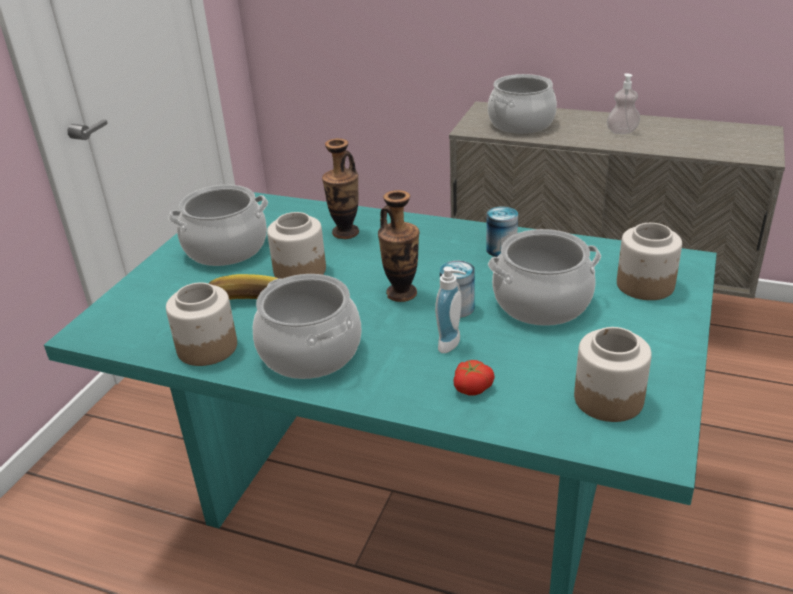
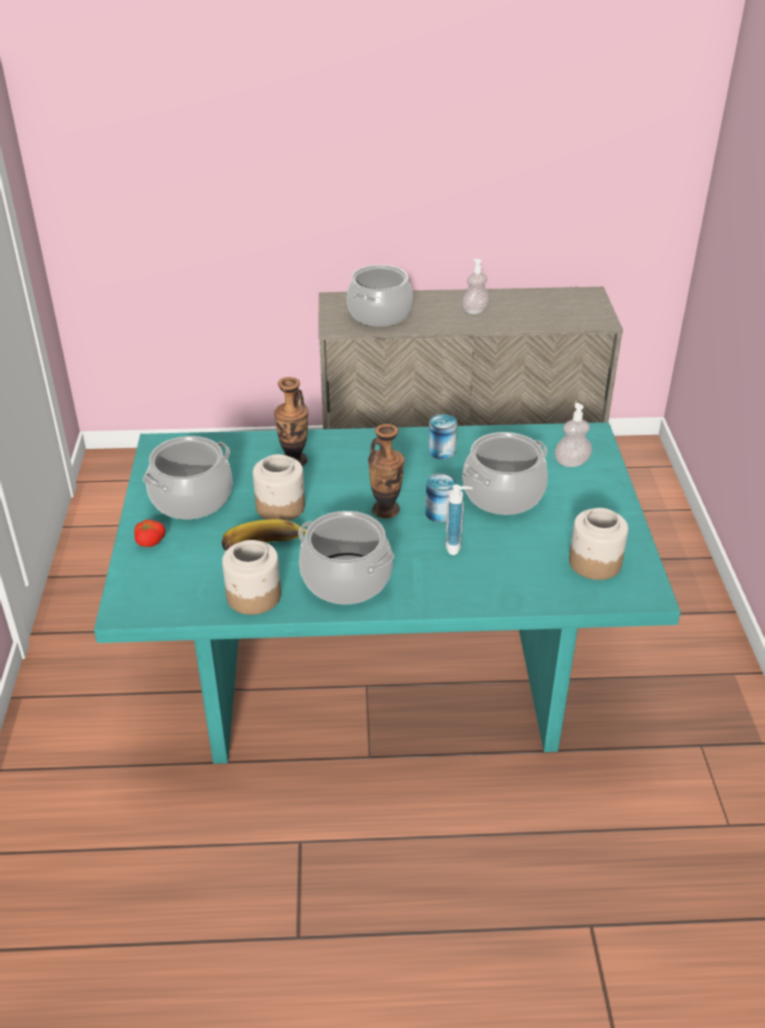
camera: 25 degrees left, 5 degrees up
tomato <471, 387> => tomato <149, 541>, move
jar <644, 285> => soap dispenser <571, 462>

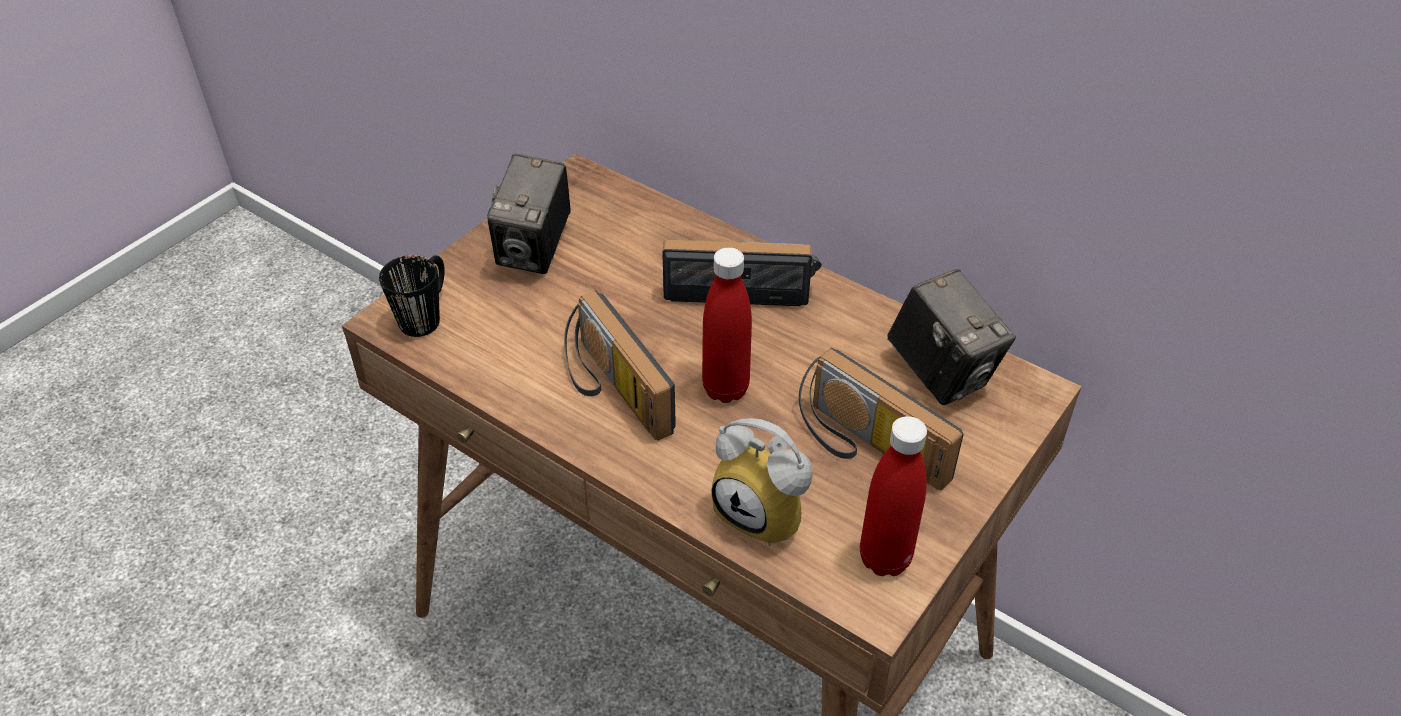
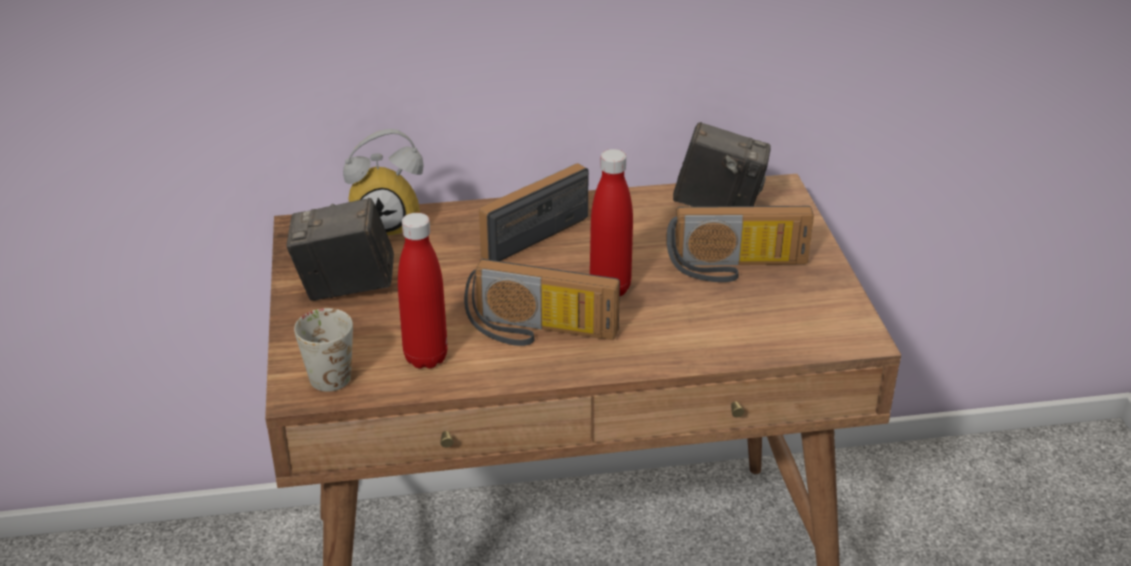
camera: 45 degrees left, 10 degrees down
black mug <426, 314> => white mug <326, 370>
photo camera <535, 250> => photo camera <346, 287>, 120 degrees clockwise
alarm clock <767, 513> => alarm clock <388, 225>, move
red bottle <884, 558> => red bottle <426, 358>, move

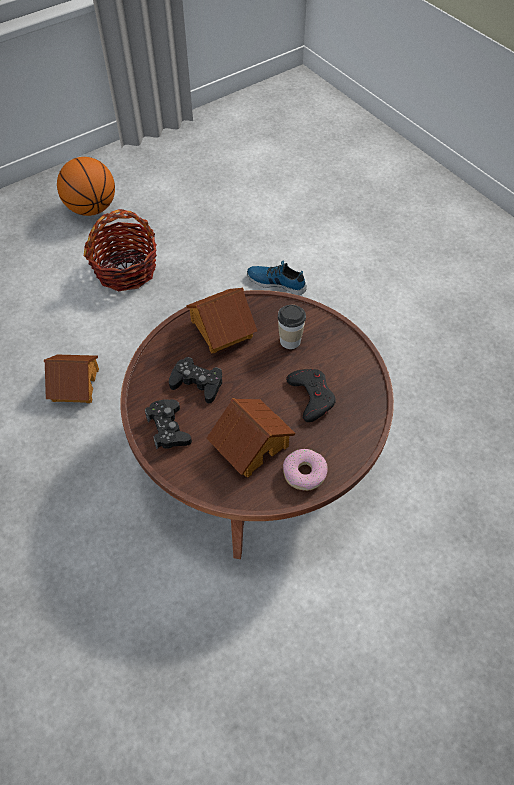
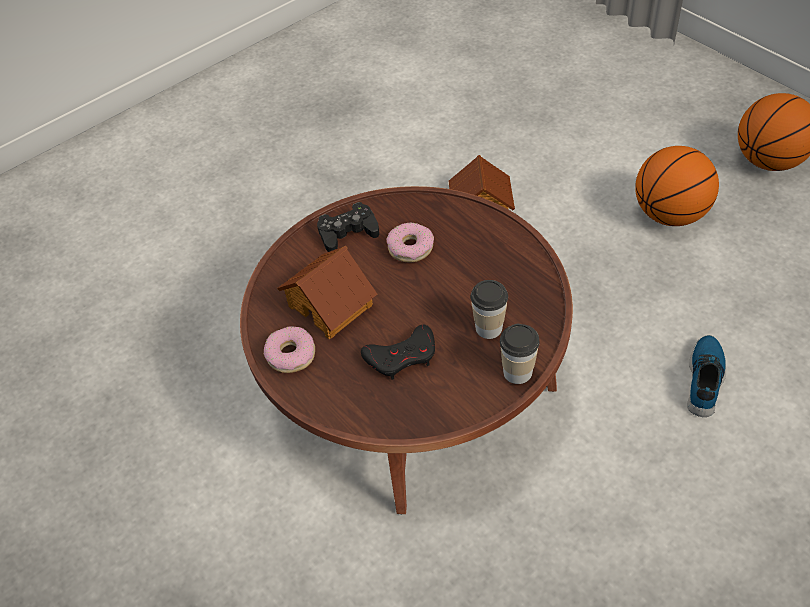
camera: 90 degrees right, 5 degrees down
basket <126, 270> => basketball <670, 214>
black game controller <197, 383> => donut <410, 247>
toy house <220, 328> => nothing
nothing => cup <517, 372>

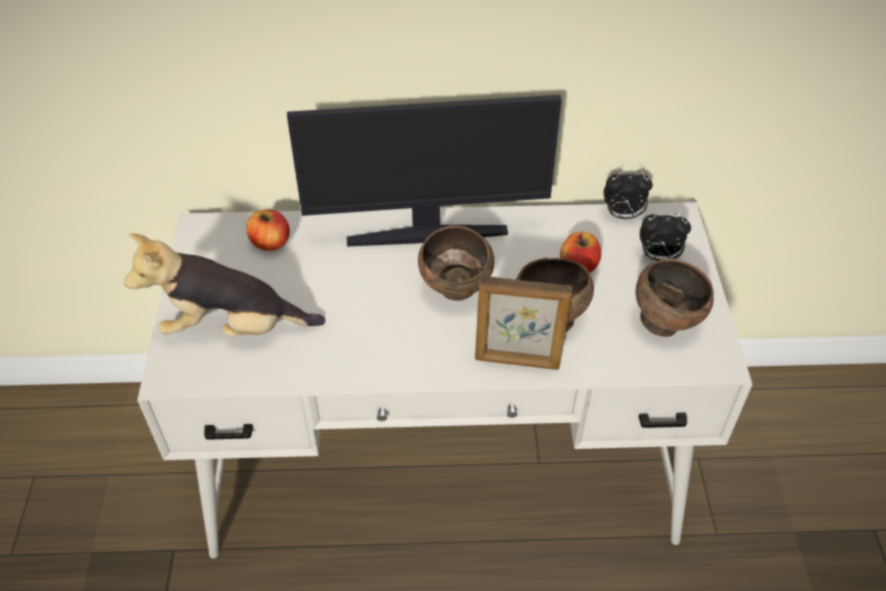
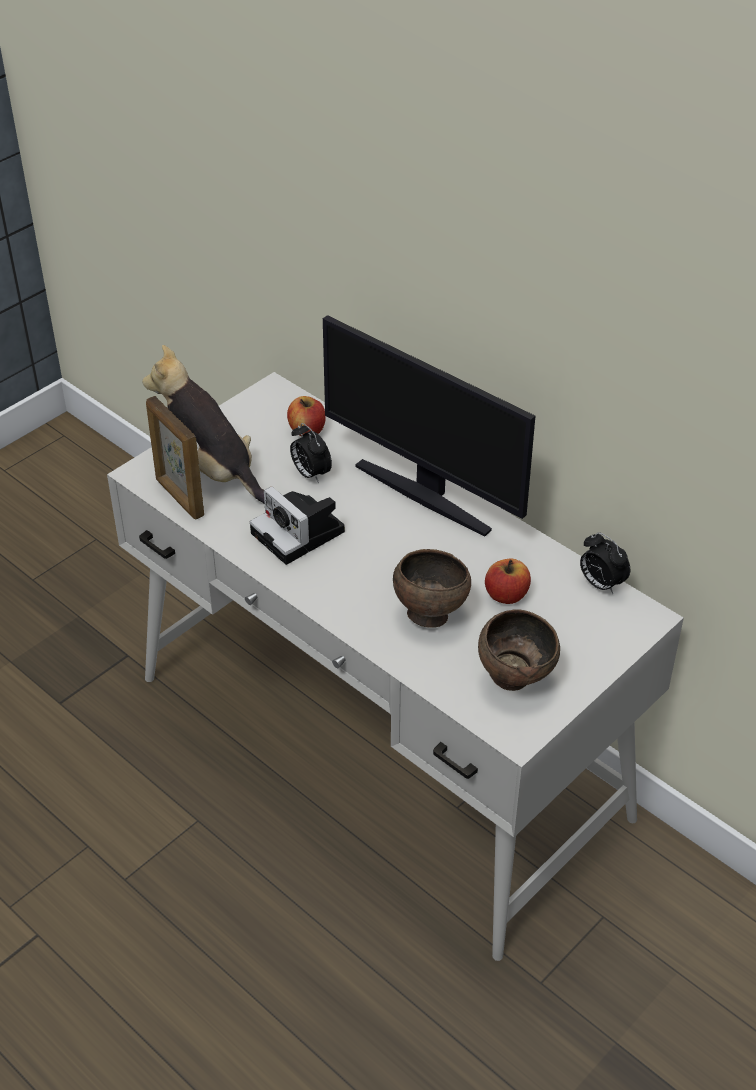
camera: 45 degrees right, 5 degrees down
brown bowl <457, 291> => nothing
picture frame <517, 361> => picture frame <179, 497>, move
alarm clock <658, 256> => alarm clock <310, 474>, move
nothing => photo camera <301, 534>

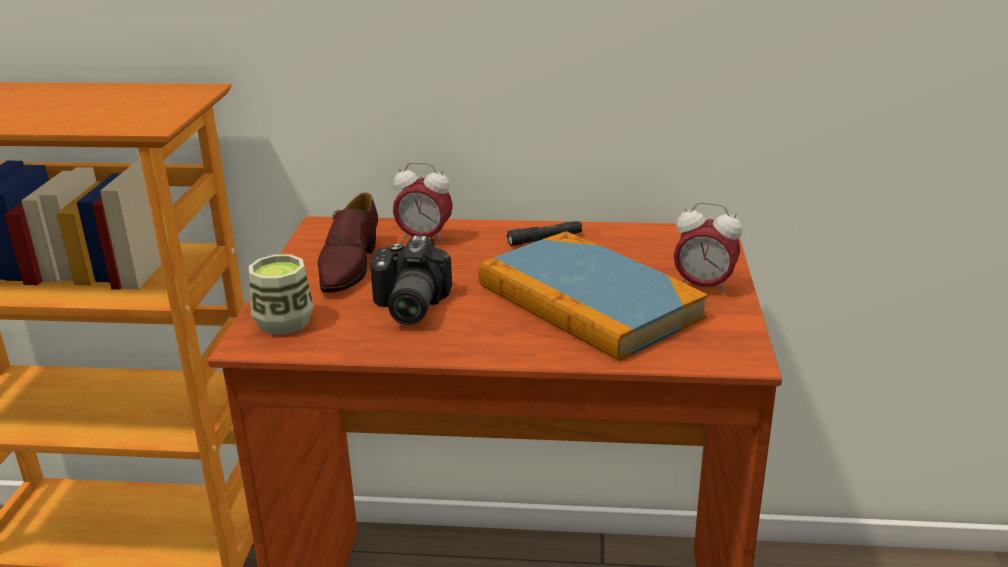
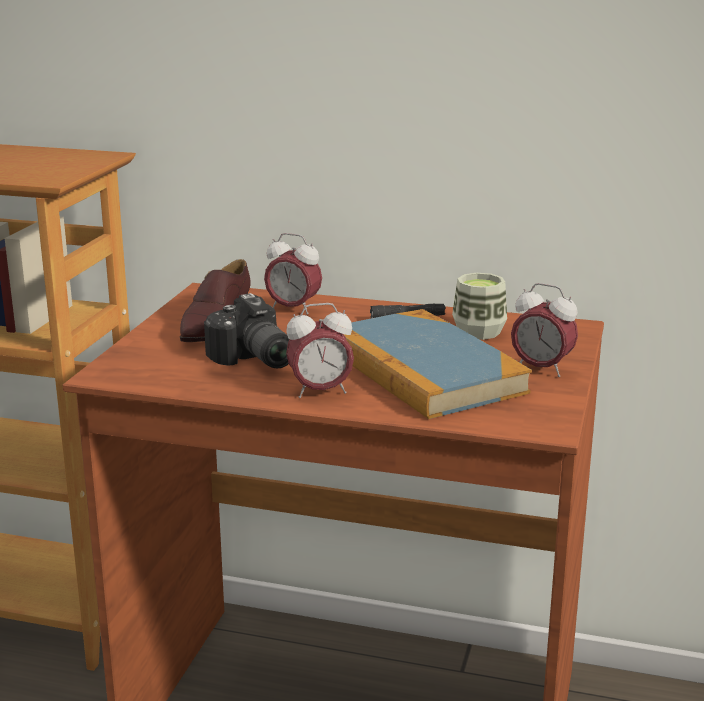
camera: 10 degrees right, 5 degrees down
cup <284, 323> => cup <478, 332>, move
photo camera <406, 307> => photo camera <252, 360>, 45 degrees counterclockwise
nothing => alarm clock <320, 391>

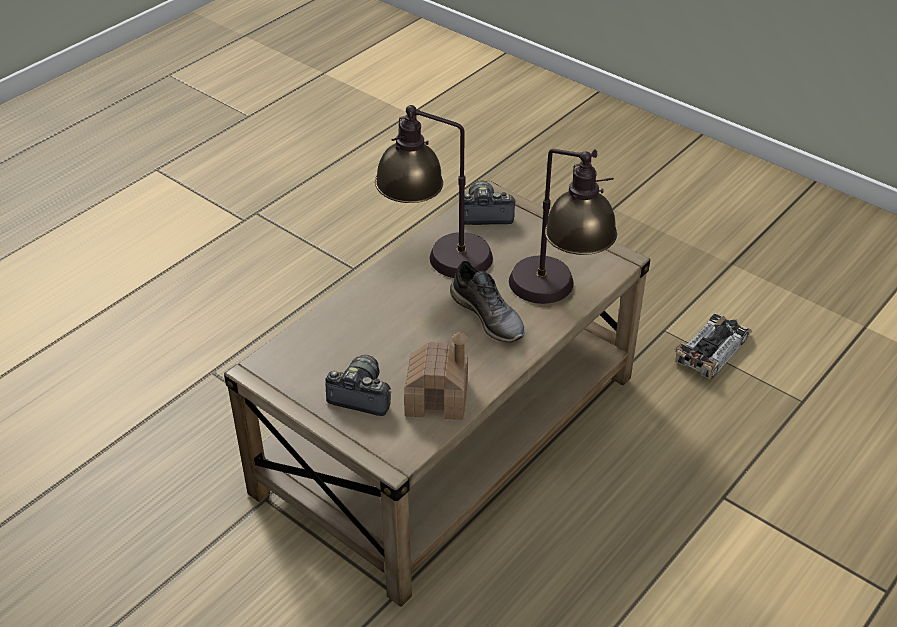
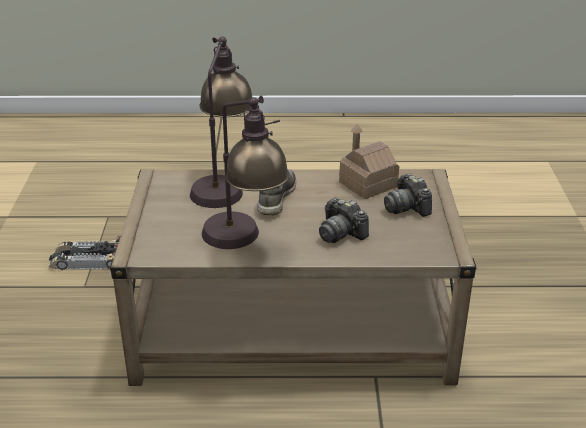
camera: 130 degrees left, 10 degrees down
photo camera <485, 214> => photo camera <341, 233>, move

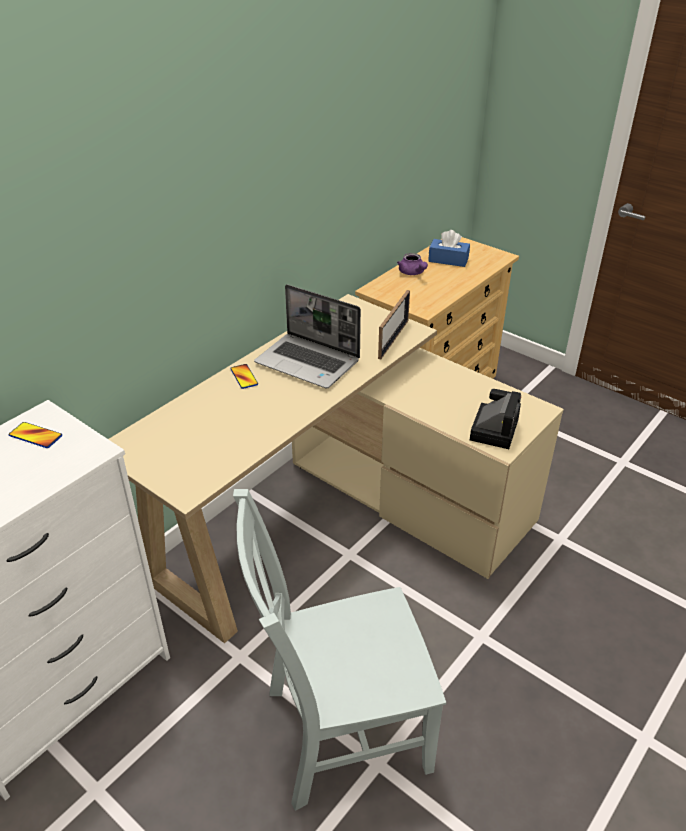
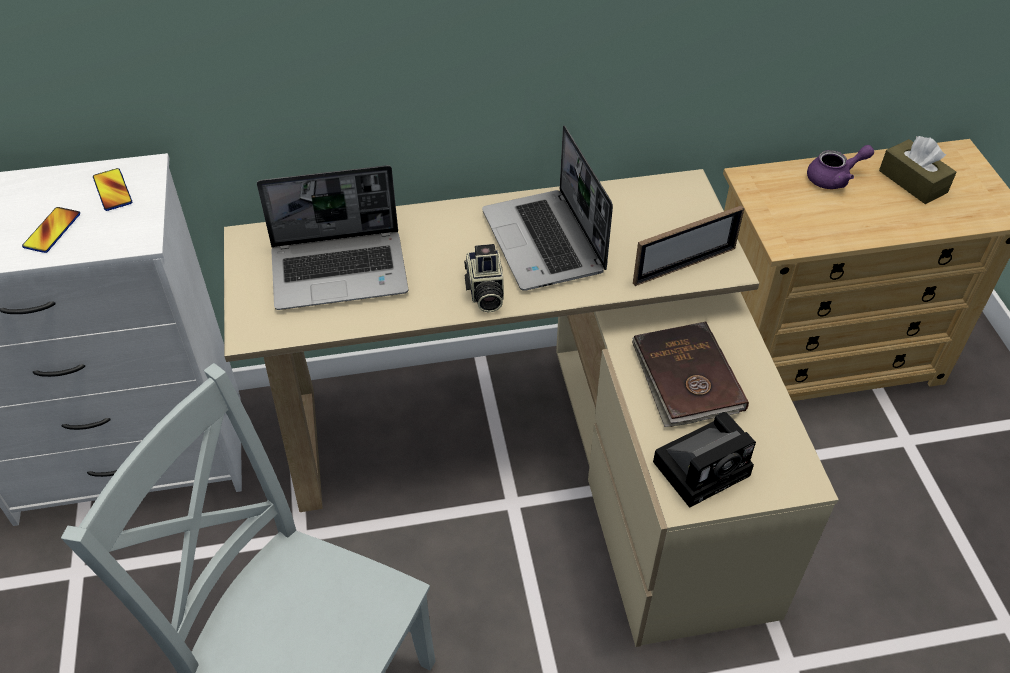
camera: 40 degrees right, 10 degrees up
phone <244, 377> => phone <52, 231>, move
purple teapot <412, 273> => purple teapot <834, 178>, 120 degrees counterclockwise
blue tissue box <448, 260> => brown tissue box <912, 181>
nothing => laptop <341, 271>
nothing => photo camera <484, 292>
nothing => brown book <686, 378>

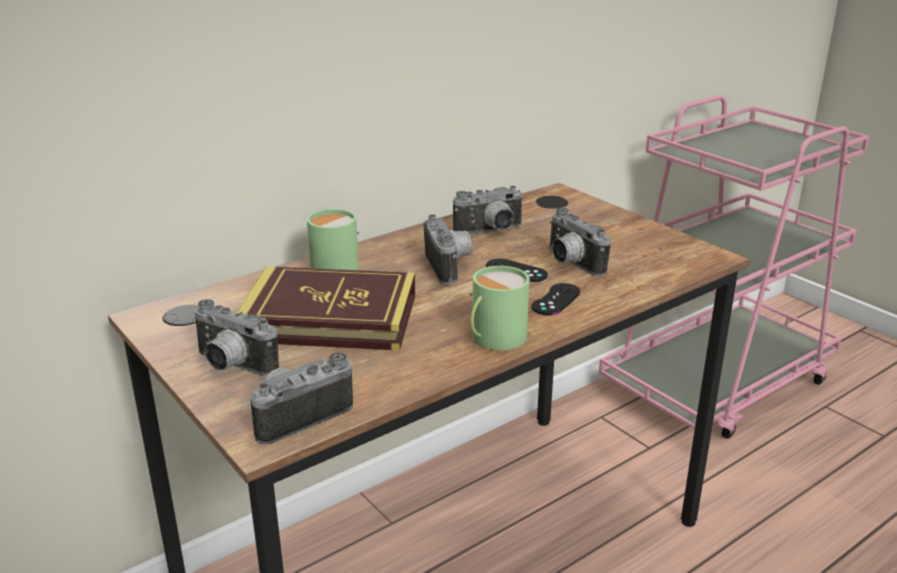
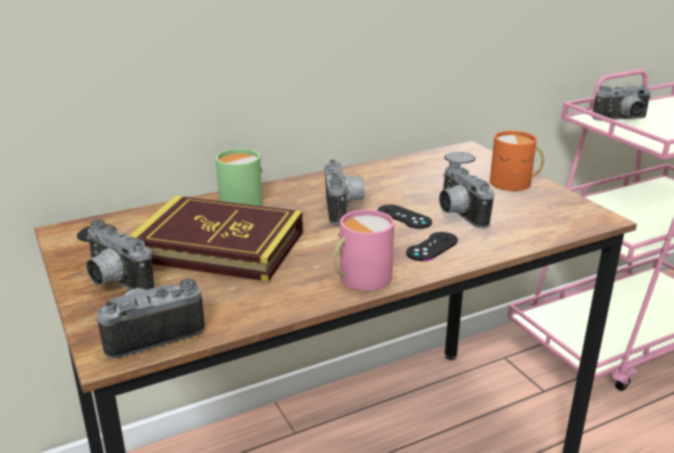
camera: 10 degrees right, 0 degrees up
photo camera <491, 232> => photo camera <622, 120>, move
green mug <494, 338> => pink mug <360, 278>
nothing => orange mug <515, 183>

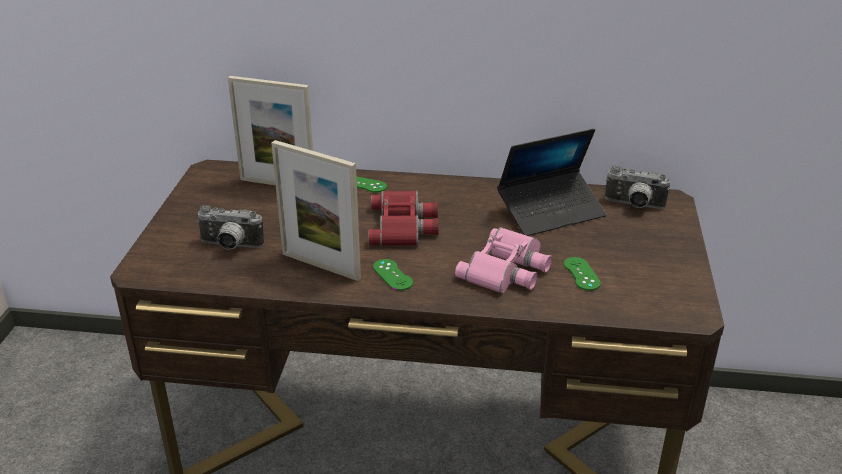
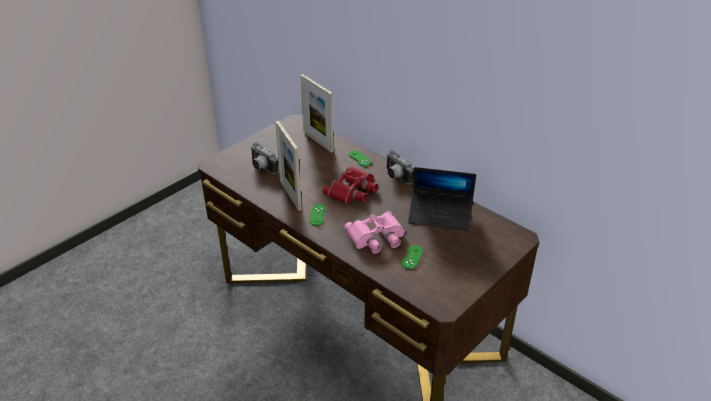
camera: 35 degrees right, 5 degrees up
photo camera <634, 206> => photo camera <396, 177>, move

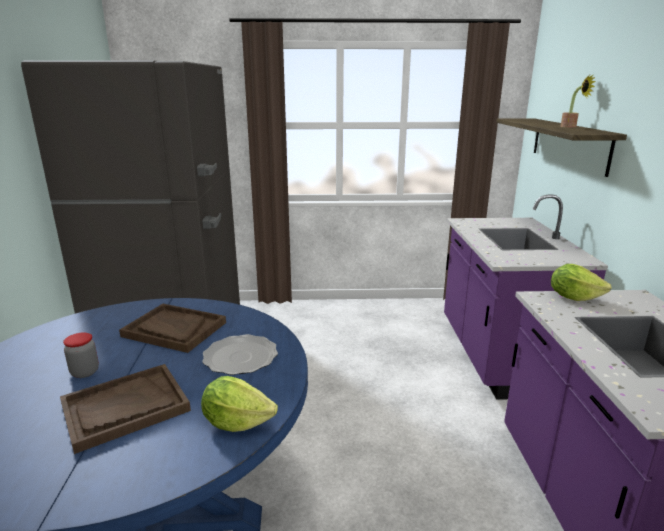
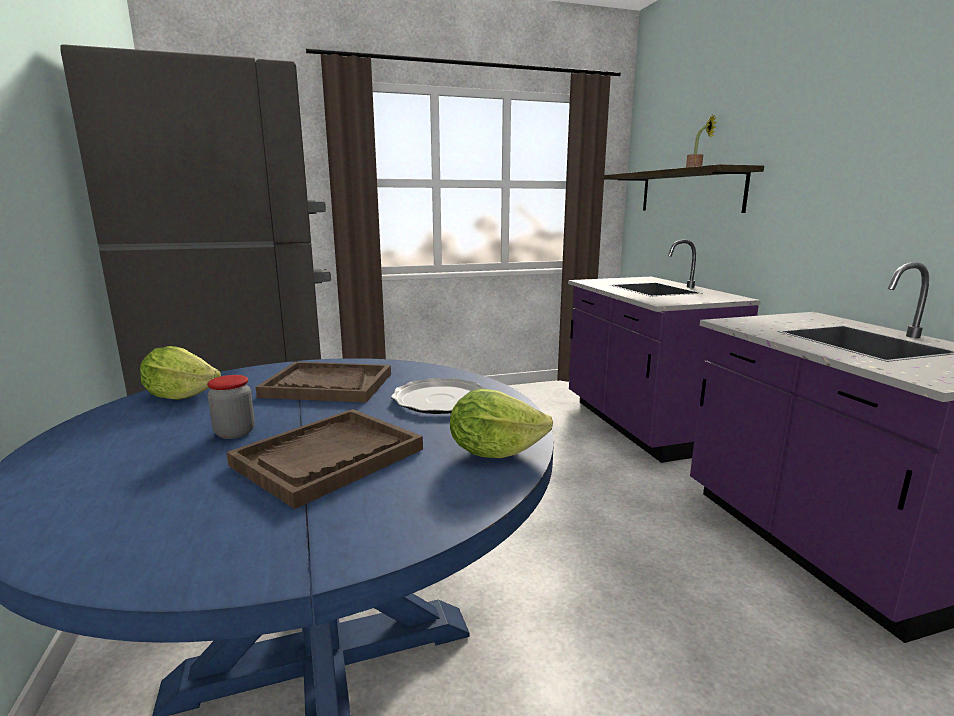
camera: 15 degrees left, 5 degrees down
lettuce <573, 297> => lettuce <181, 395>, move

